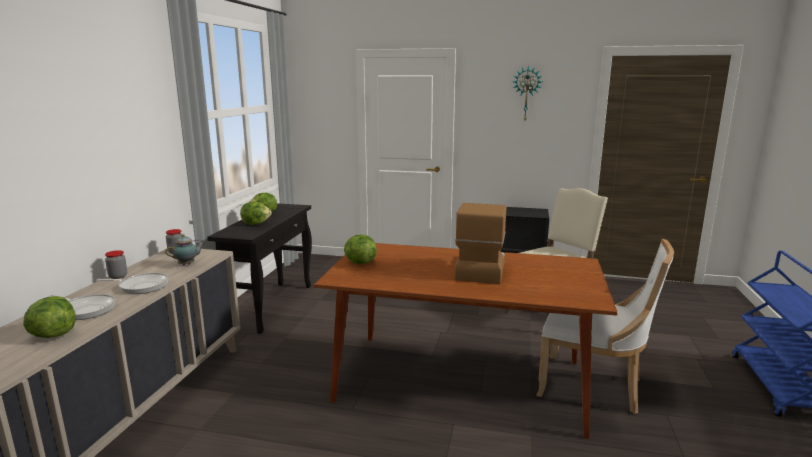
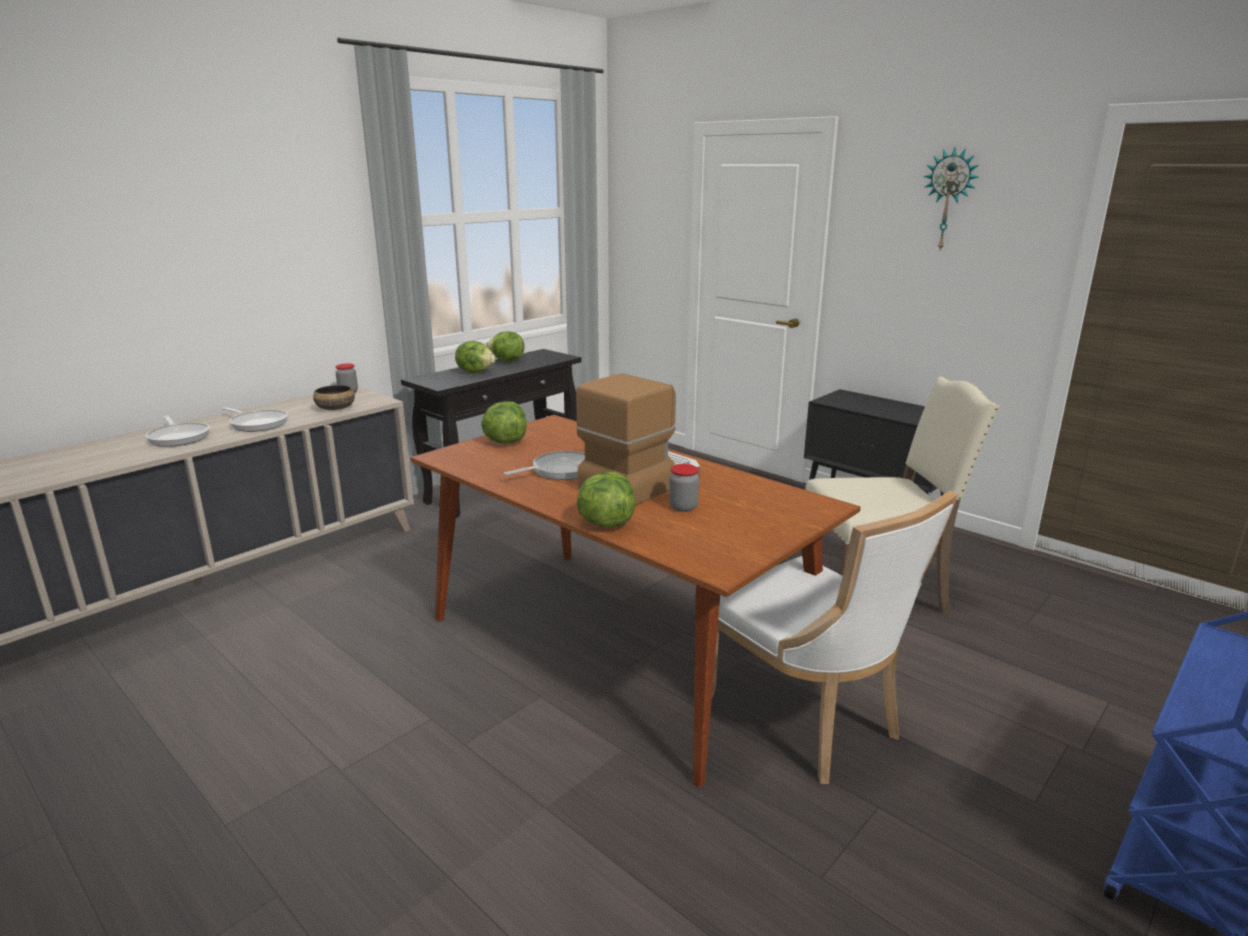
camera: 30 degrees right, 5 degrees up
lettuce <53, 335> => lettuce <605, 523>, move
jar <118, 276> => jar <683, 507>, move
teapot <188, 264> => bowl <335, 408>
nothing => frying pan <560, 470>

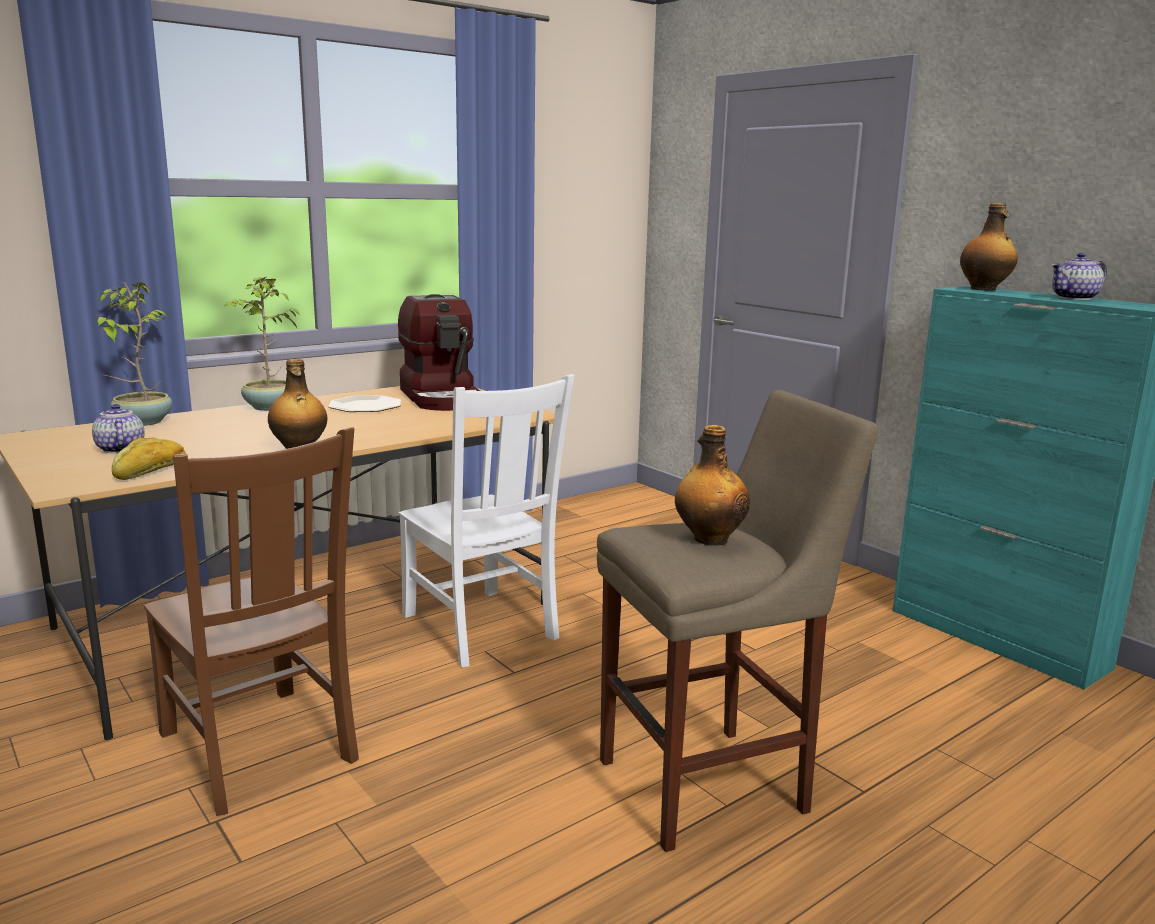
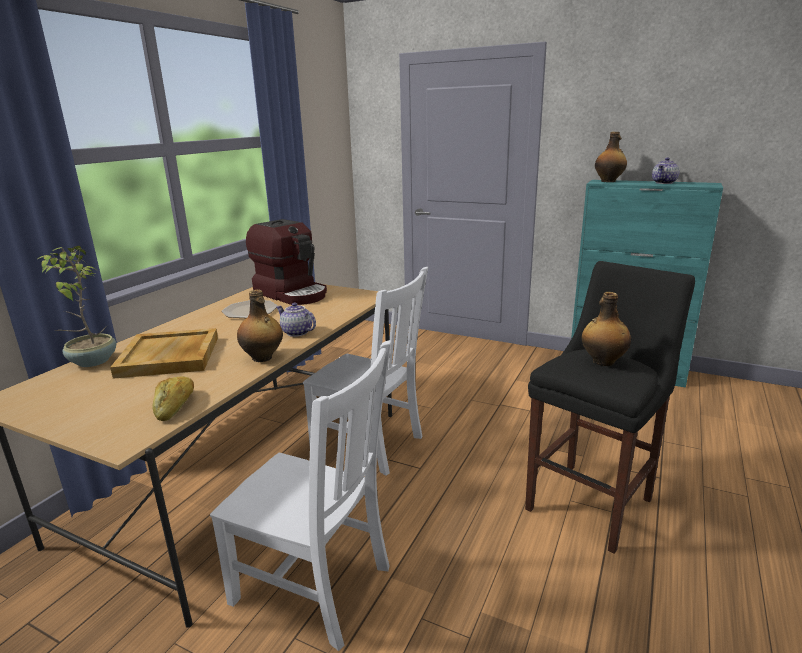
camera: 25 degrees left, 5 degrees up
teapot <119, 449> => teapot <296, 333>, move
brown chair <259, 750> => white chair <316, 587>
potted plant <269, 408> => nothing
beige stool <712, 784> => black stool <592, 501>
nothing => beige tray <170, 357>

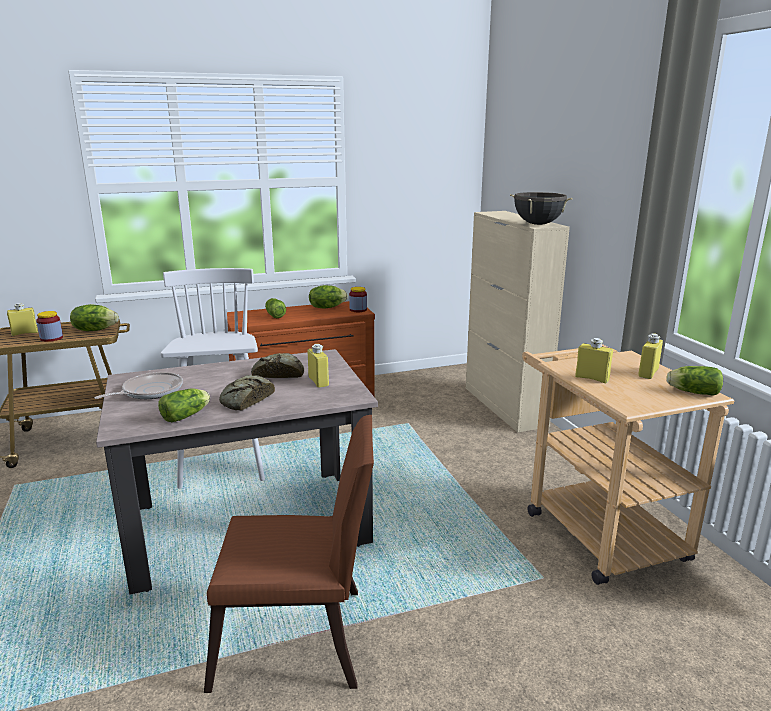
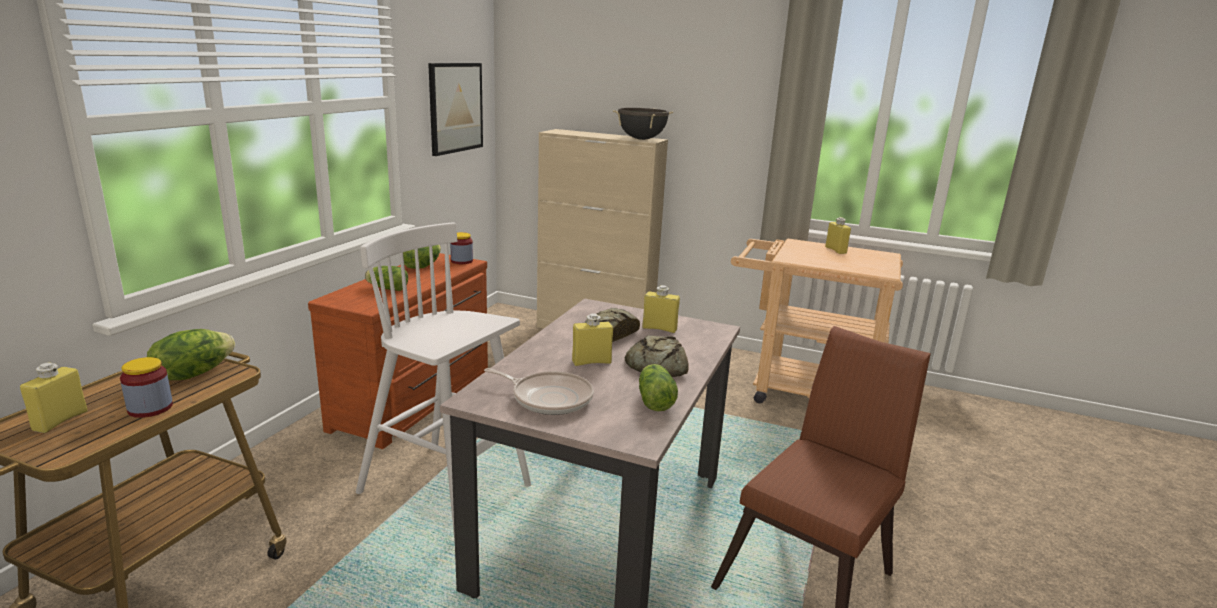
camera: 50 degrees left, 0 degrees up
frying pan <149, 391> => frying pan <548, 398>, 120 degrees clockwise
yellow bottle <592, 378> => yellow bottle <591, 362>, move
lettuce <691, 392> => nothing
nothing => picture <455, 107>

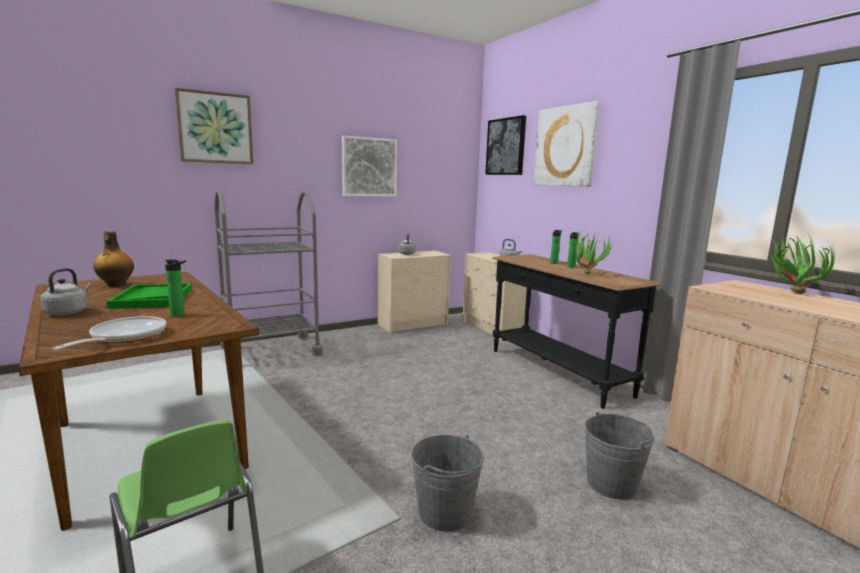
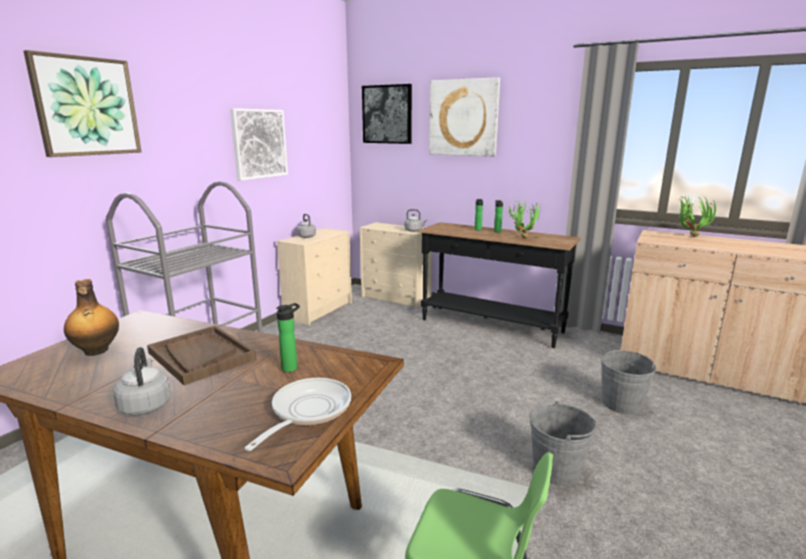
camera: 30 degrees left, 5 degrees up
frying pan <124, 337> => frying pan <307, 411>, 45 degrees clockwise
green tray <153, 298> => brown tray <201, 356>

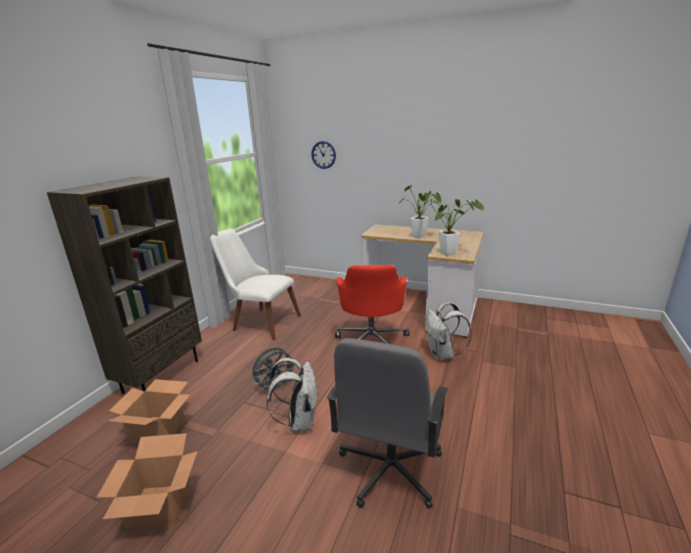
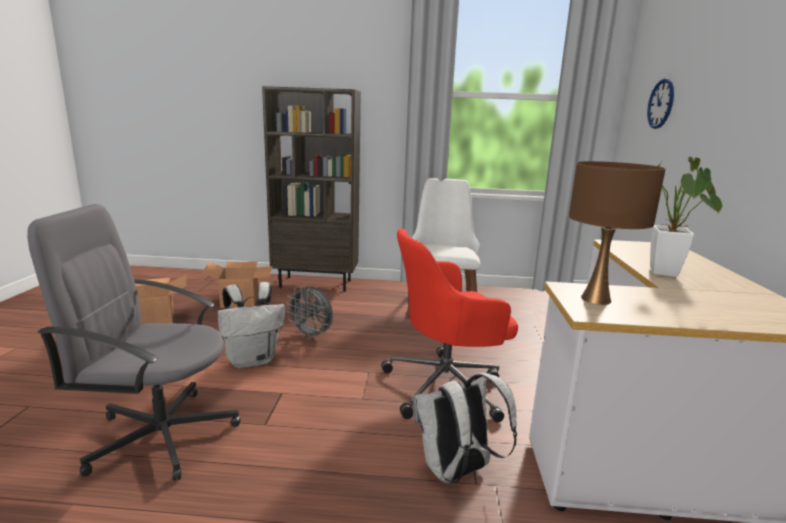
camera: 70 degrees right, 5 degrees down
potted plant <451, 253> => brown table lamp <596, 299>

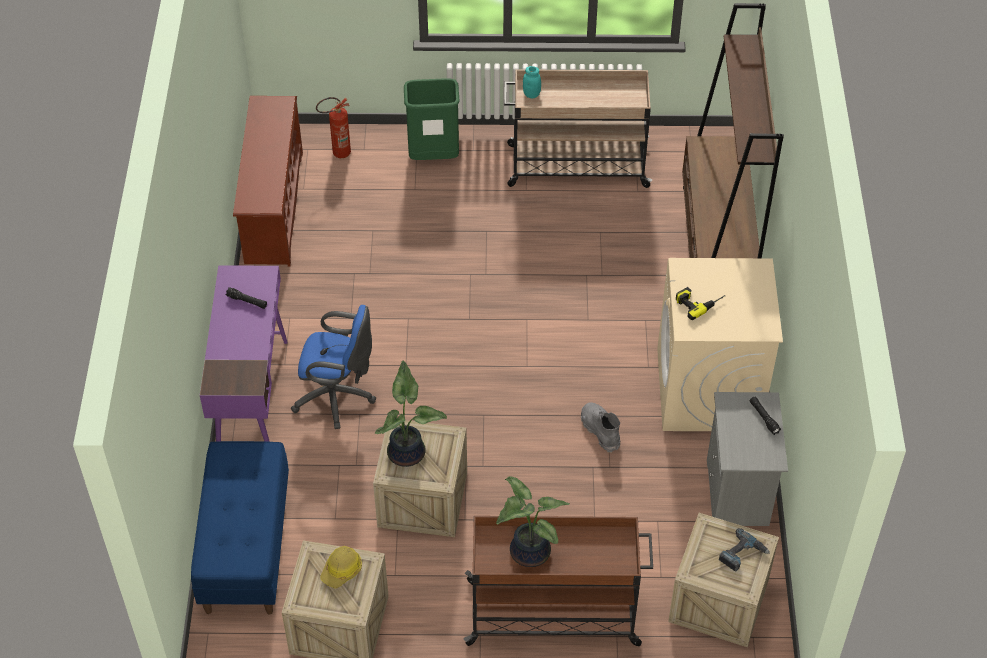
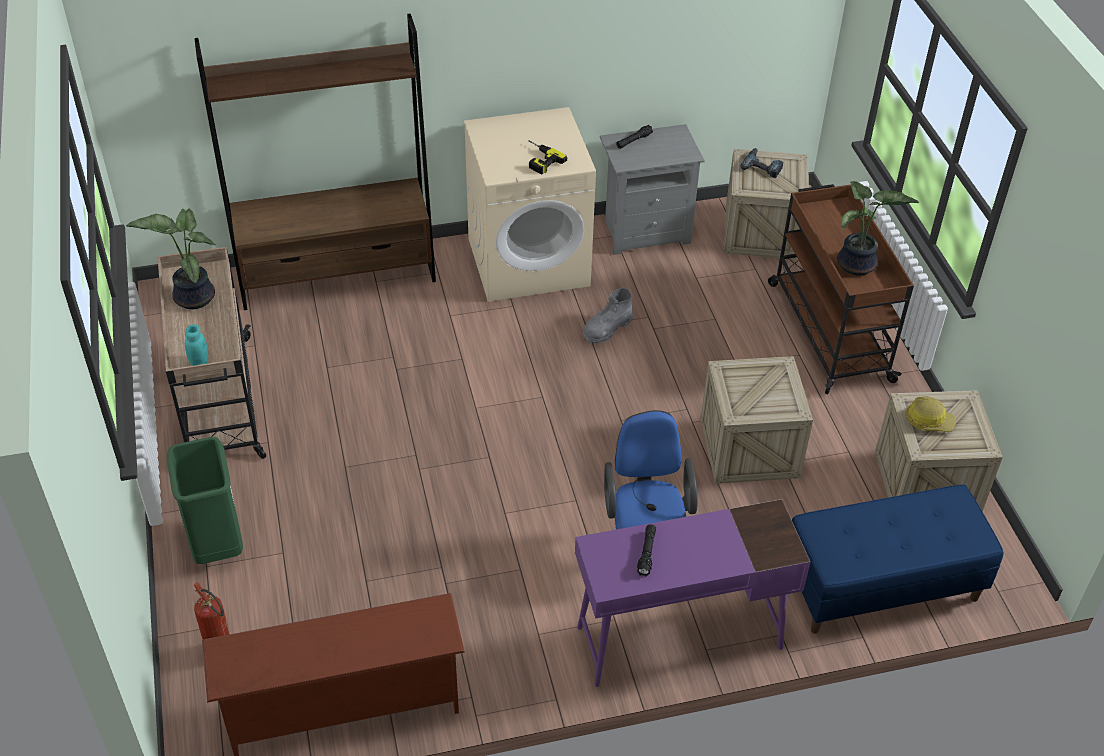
camera: 105 degrees left, 5 degrees down
potted plant <408, 452> => potted plant <192, 296>, move

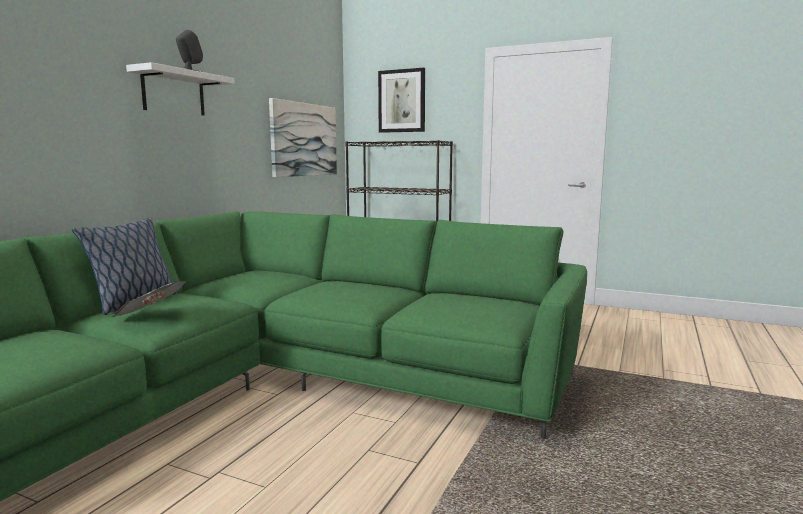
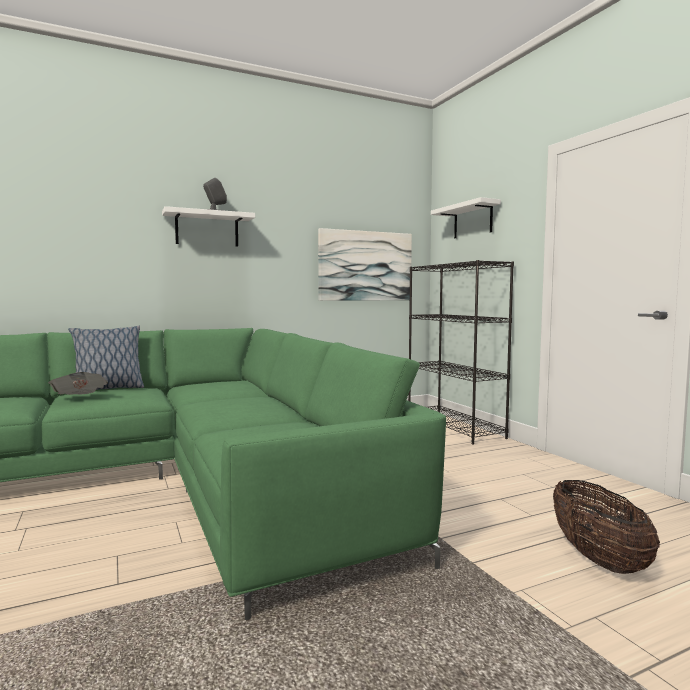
camera: 40 degrees right, 5 degrees down
picture <402, 101> => white shelf <473, 220>
nothing => basket <598, 558>

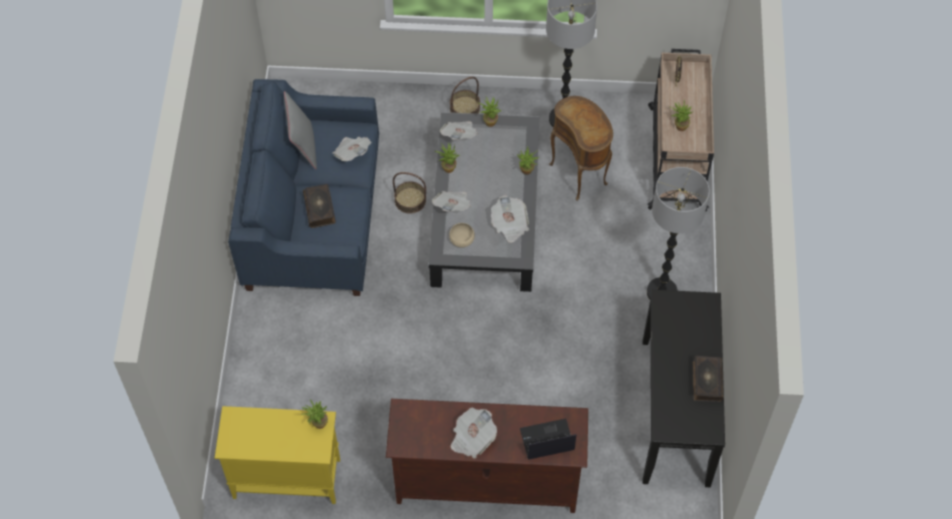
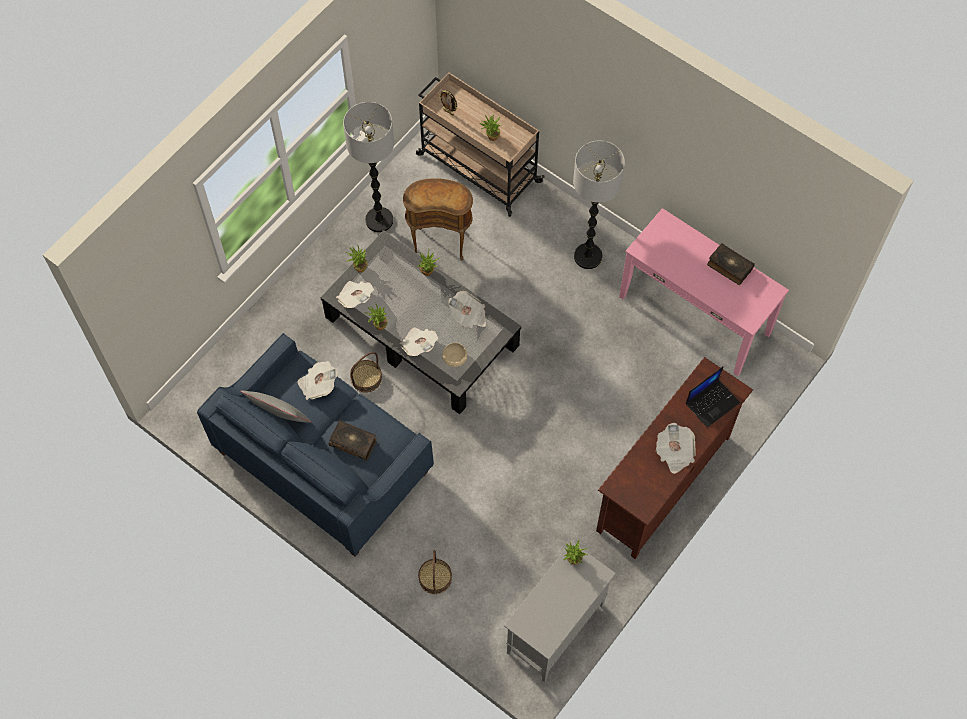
camera: 55 degrees left, 5 degrees up
yellow cabinet <285, 479> => grey cabinet <555, 630>
basket <465, 108> => basket <435, 578>, move
laptop <546, 440> => laptop <712, 402>, 150 degrees counterclockwise
black console table <676, 411> => pink console table <695, 314>

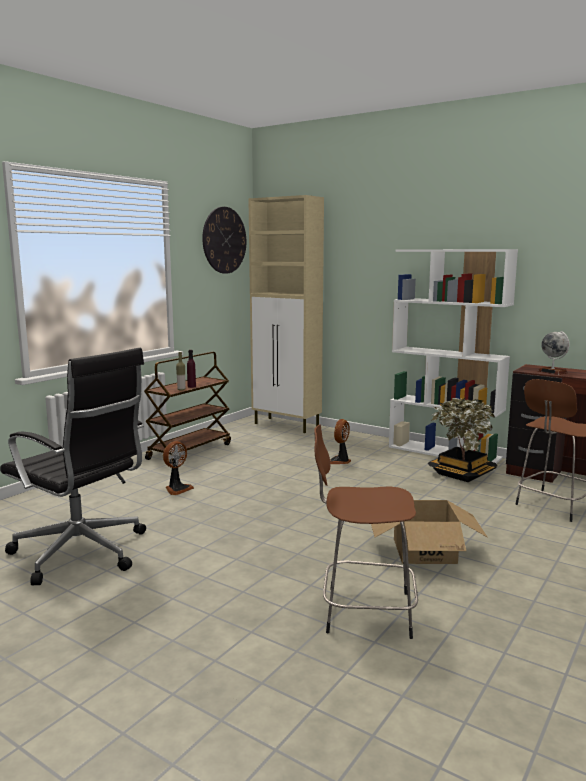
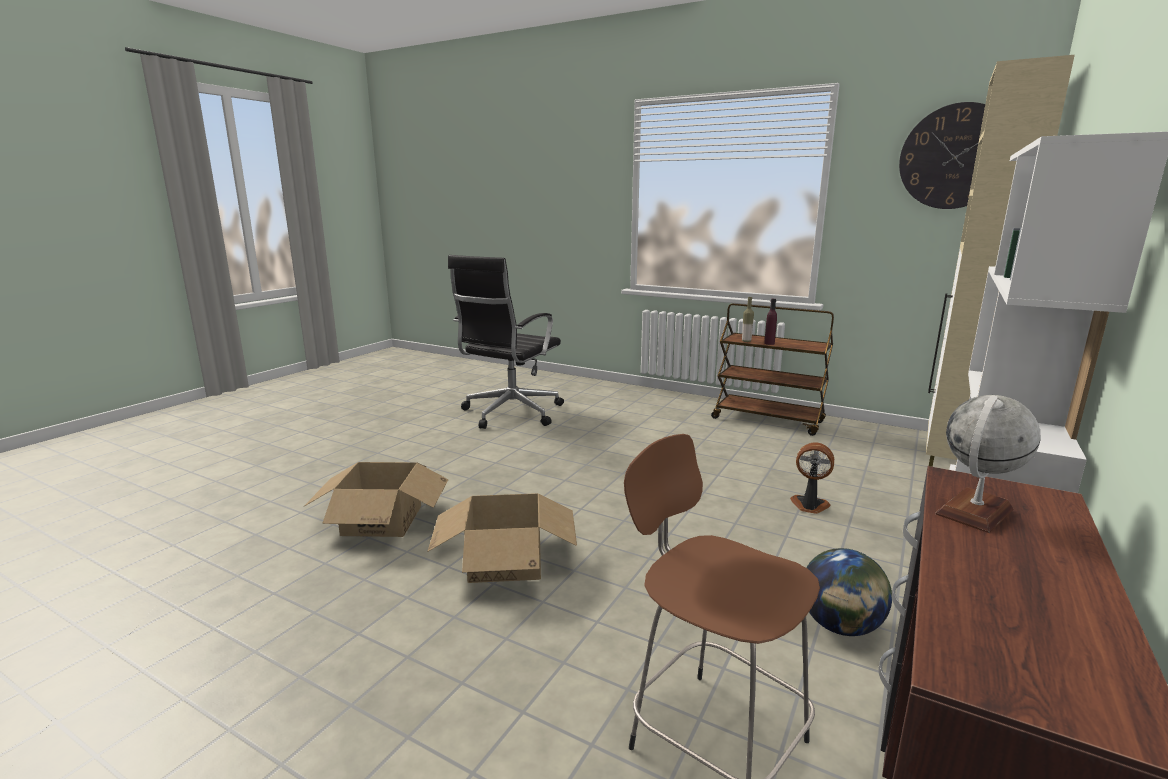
camera: 85 degrees right, 5 degrees up
fan <177, 489> => nothing
brown stool <364, 612> => cardboard box <383, 520>
potted plant <462, 474> => globe <840, 626>

